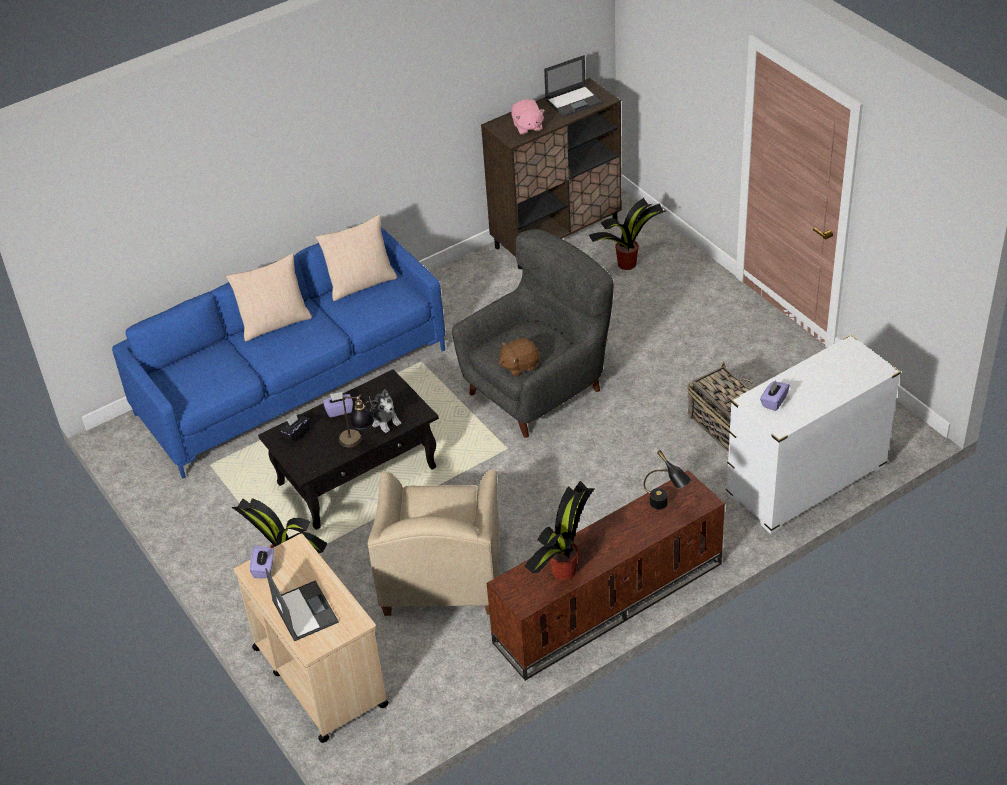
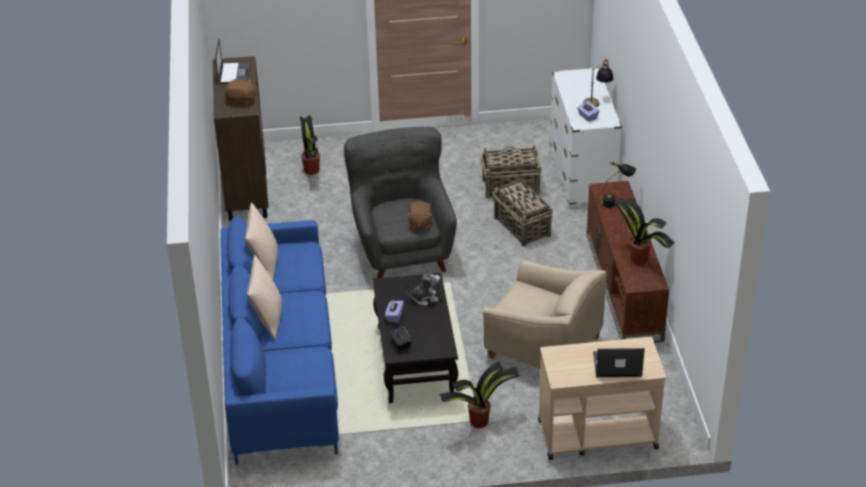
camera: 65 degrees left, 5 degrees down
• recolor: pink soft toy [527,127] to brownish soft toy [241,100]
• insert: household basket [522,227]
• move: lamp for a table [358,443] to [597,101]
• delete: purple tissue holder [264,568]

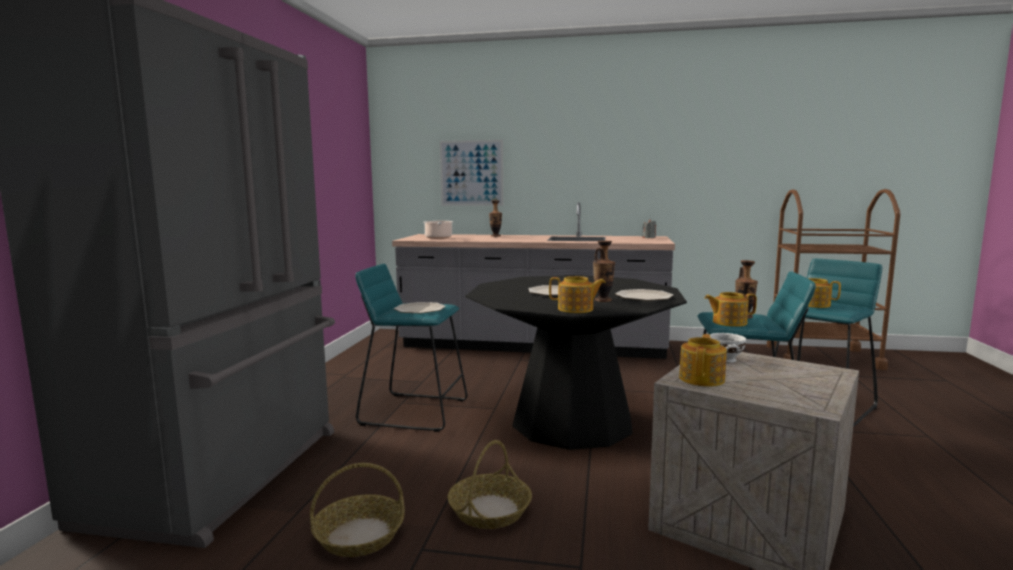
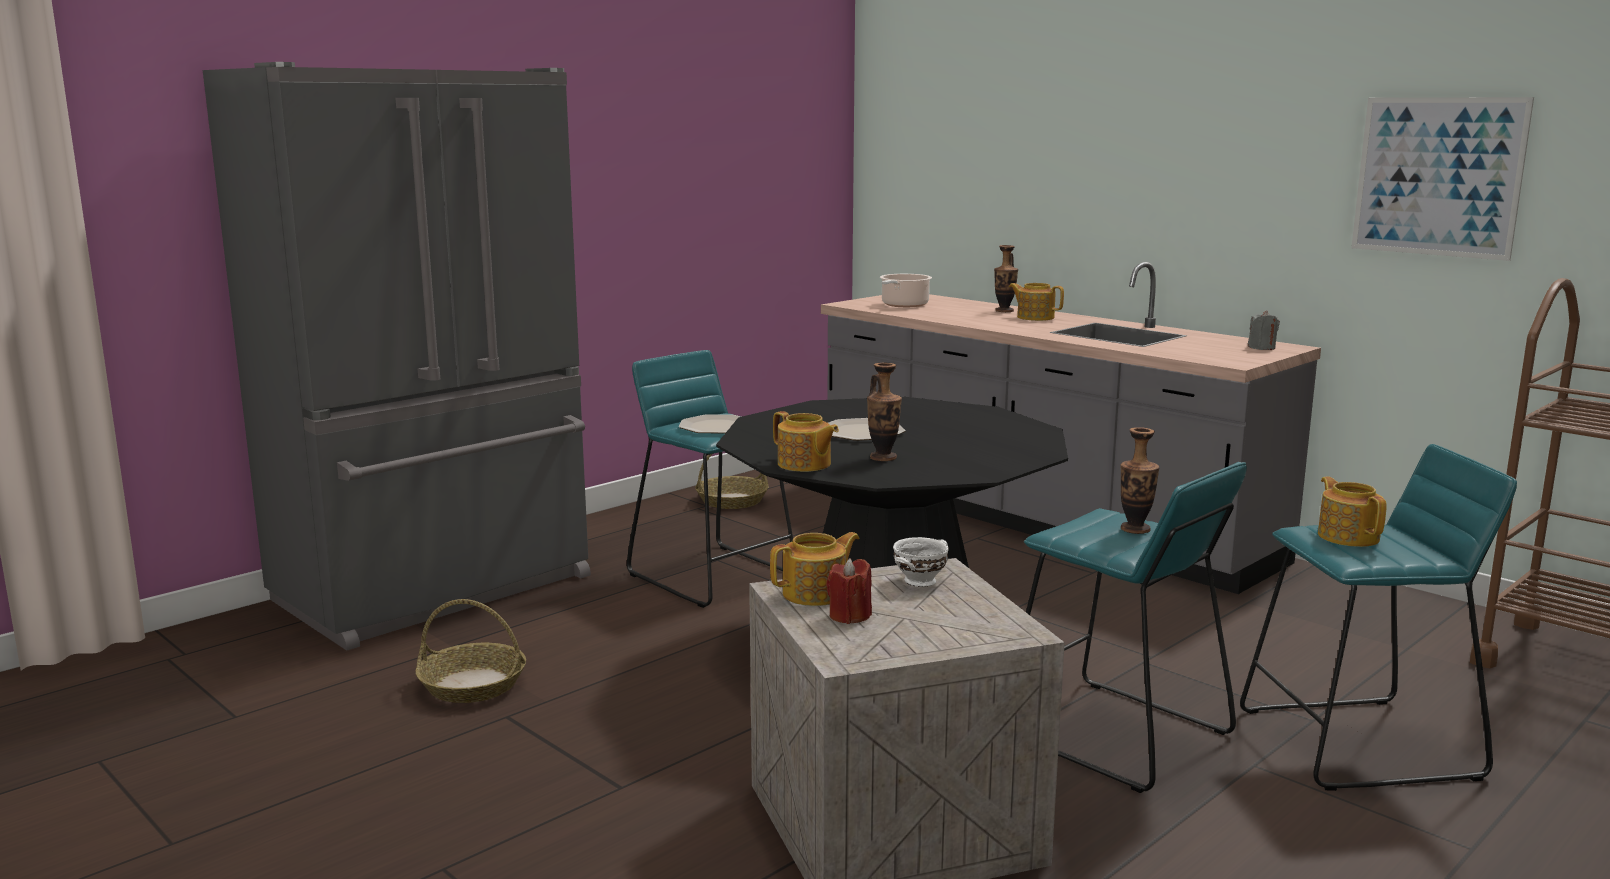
camera: 35 degrees right, 5 degrees up
• move: household basket [490,510] to [732,501]
• insert: red-coloured candle [849,616]
• move: teapot [728,322] to [1035,317]
• move: wall art [471,173] to [1438,176]
• delete: plate [644,296]

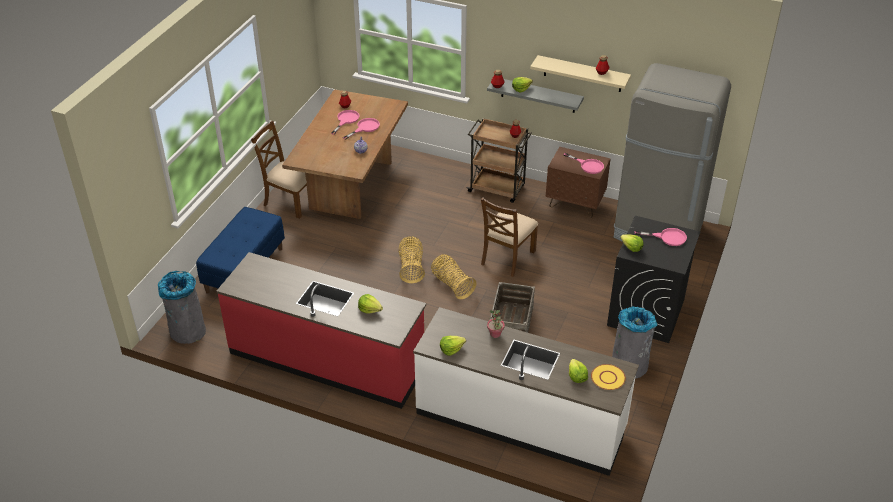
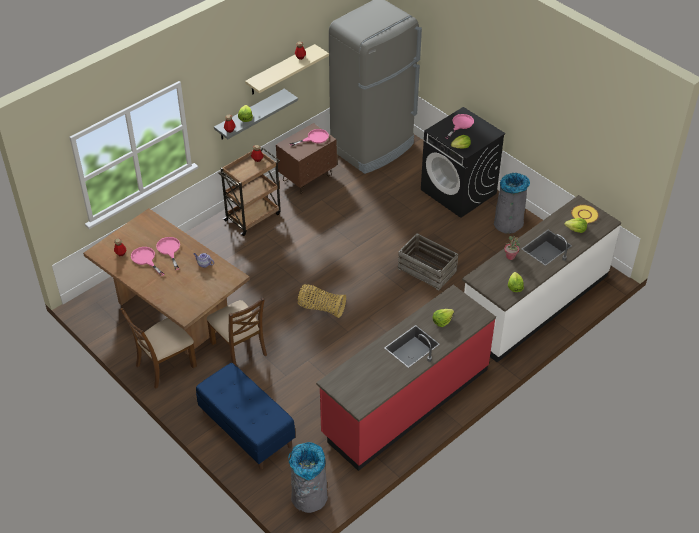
camera: 65 degrees left, 5 degrees up
• move: brownish upright chair [507,257] to [239,348]
• delete: household basket [452,284]

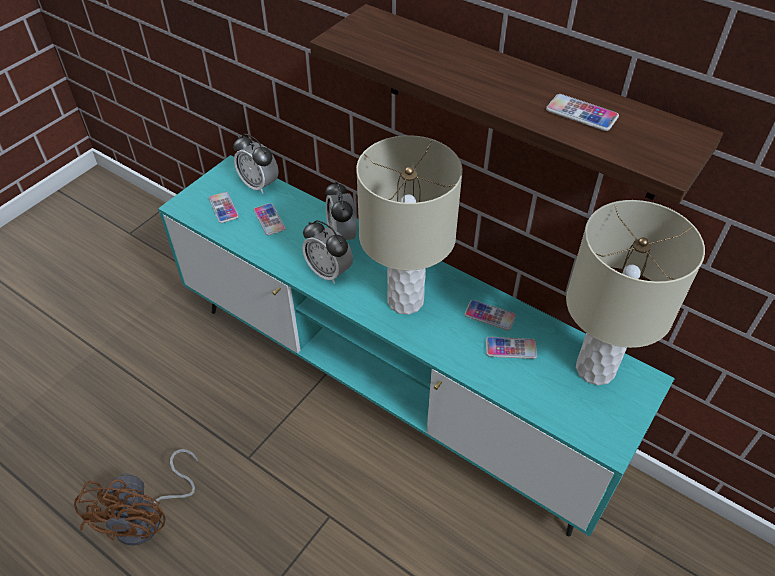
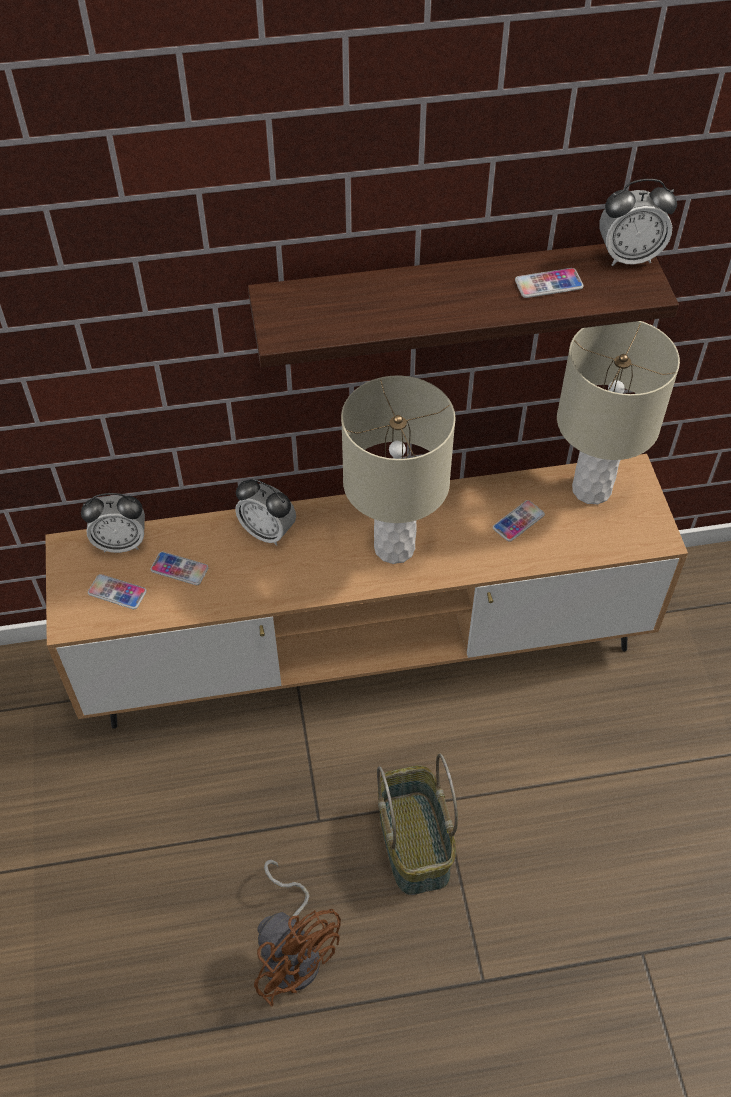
camera: 45 degrees left, 5 degrees up
• recolor: turquoise-coloured media console [388,385] to brownish media console [365,652]
• insert: household basket [416,843]
• move: table clock [329,272] to [628,257]
• delete: phone [490,316]

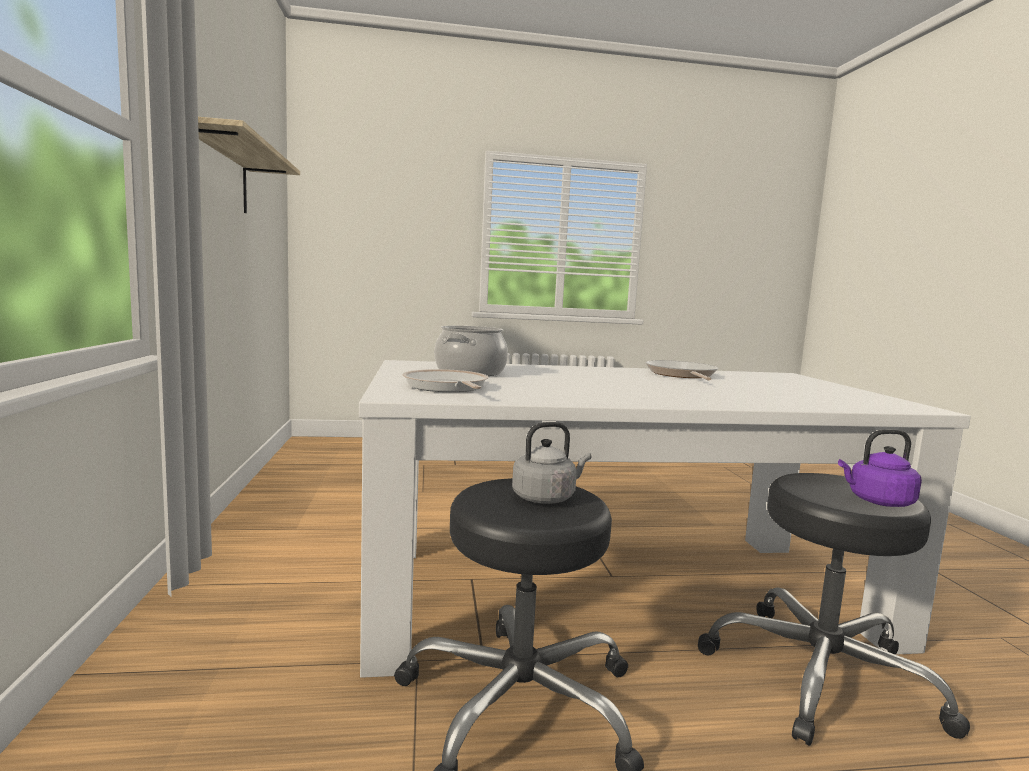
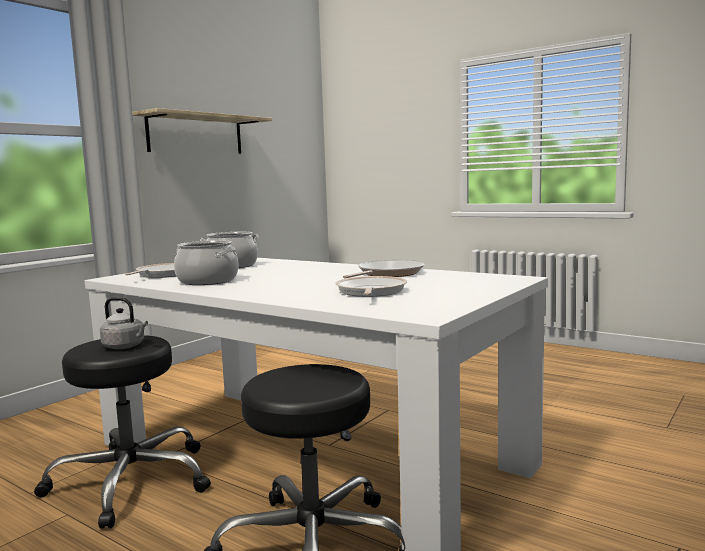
camera: 45 degrees right, 0 degrees up
• insert: saucepot [207,281]
• insert: skillet [370,292]
• delete: purple water kettle [877,501]

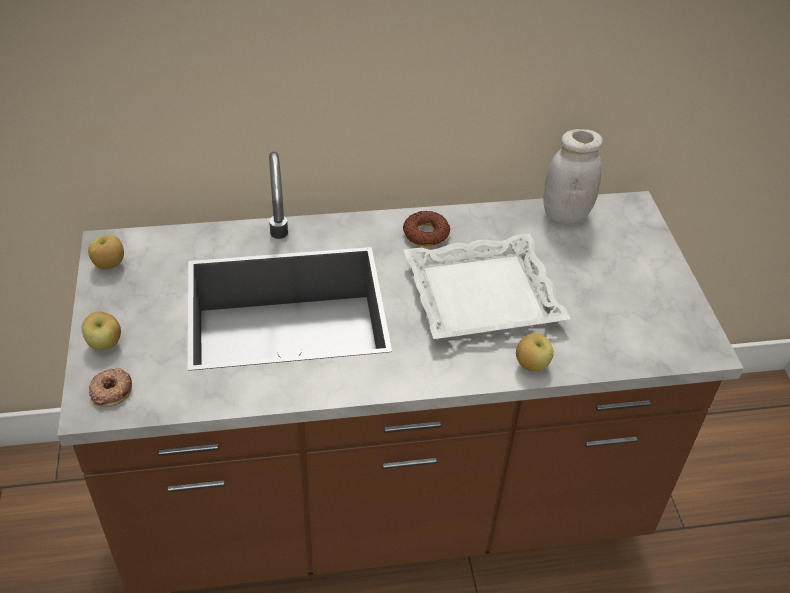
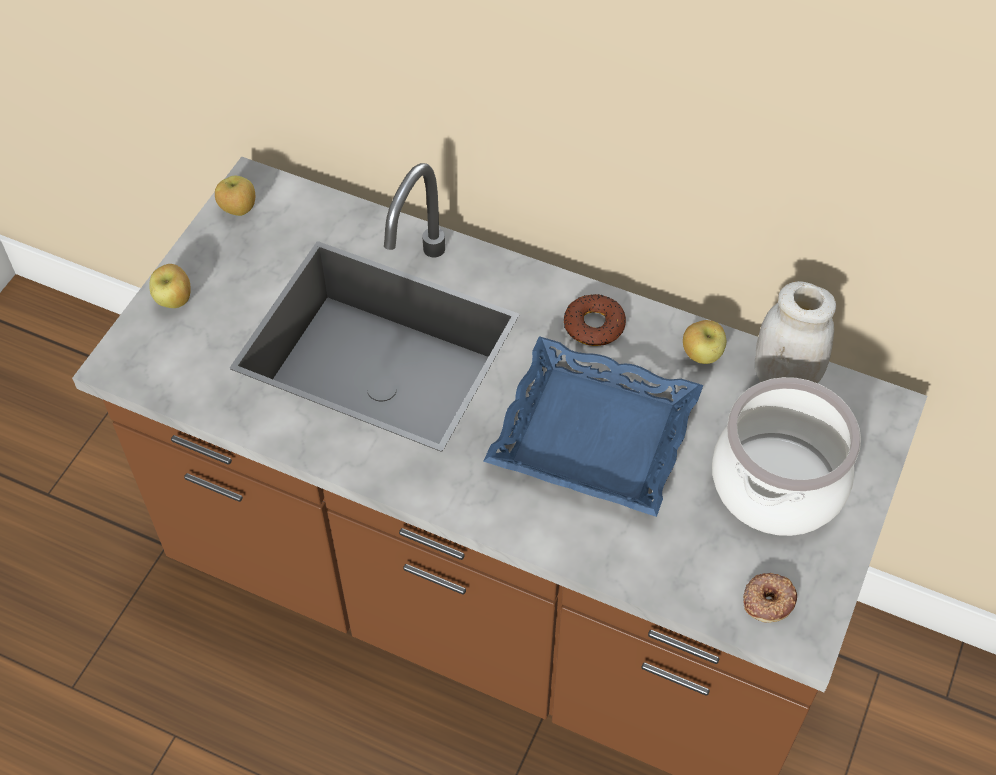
camera: 35 degrees right, 10 degrees up
• recolor: white tray [482,295] to bluish tray [595,434]
• move: apple fruit [531,365] to [702,355]
• insert: saucepot [776,482]
• move: doughnut [111,390] to [768,600]

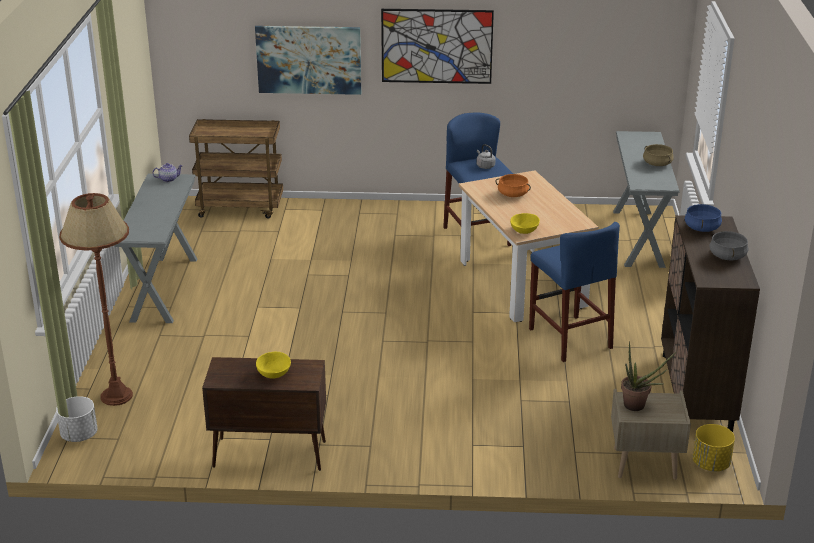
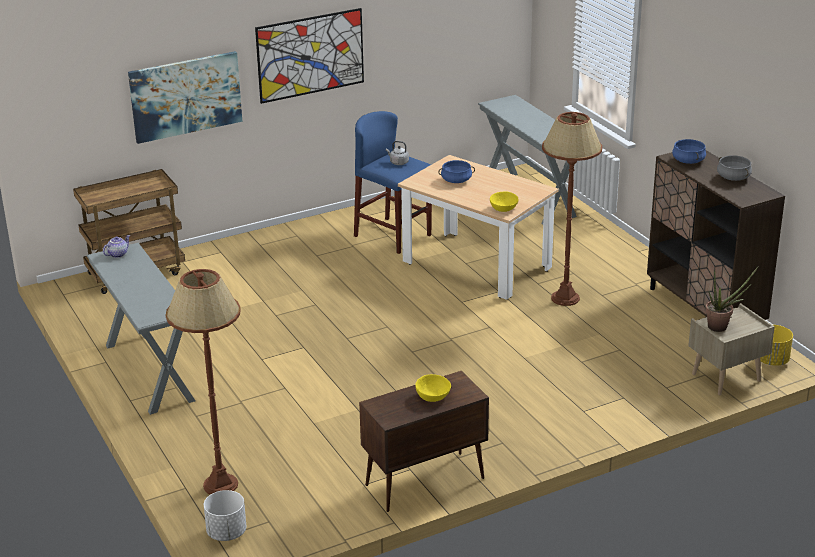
camera: 30 degrees left, 0 degrees up
• recolor: orange-coloured saucepot [512,194] to bluish saucepot [456,180]
• replace: bluish stool [570,338] to brownish standing lamp [565,298]
• delete: sand-coloured saucepot [657,164]

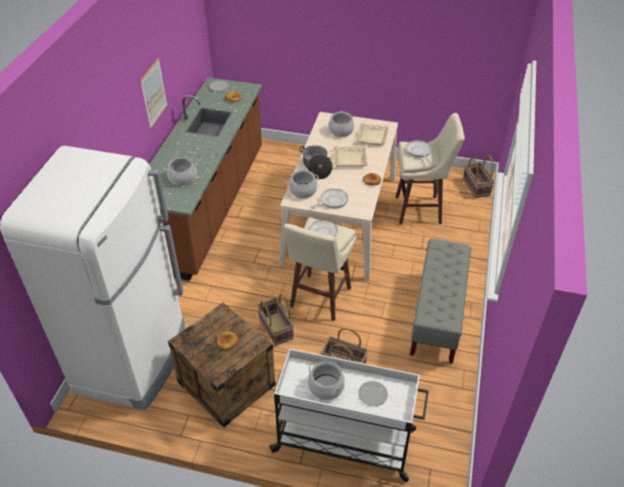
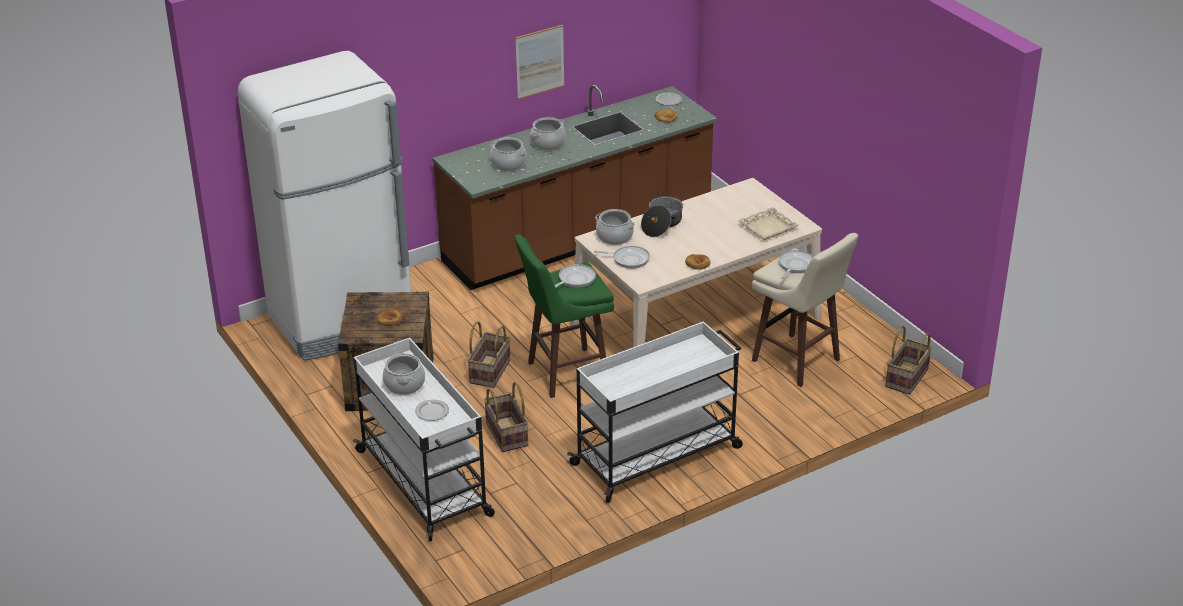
camera: 45 degrees right, 10 degrees down
• recolor: sand-coloured stool [319,298] to greenish stool [565,373]
• move: saucepot [341,131] to [548,143]
• replace: gray long seat [437,316] to white cart [658,455]
• delete: sand-coloured tray [350,159]

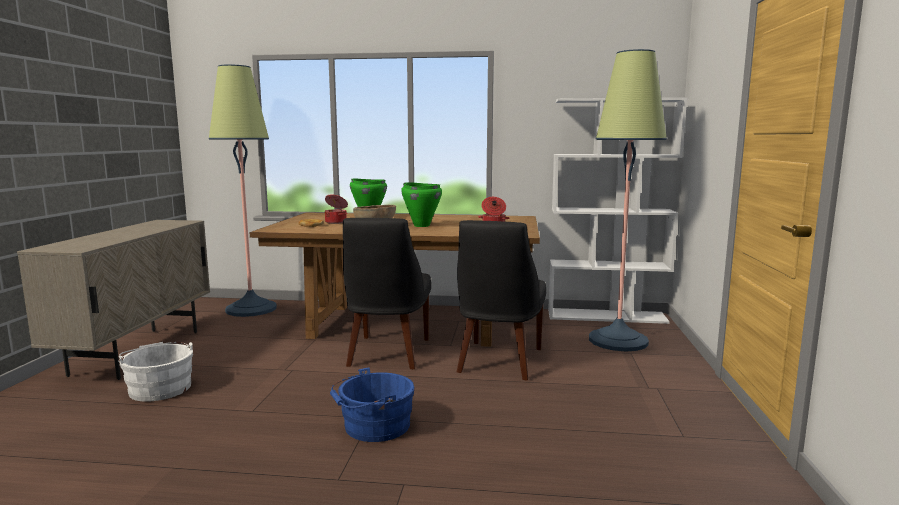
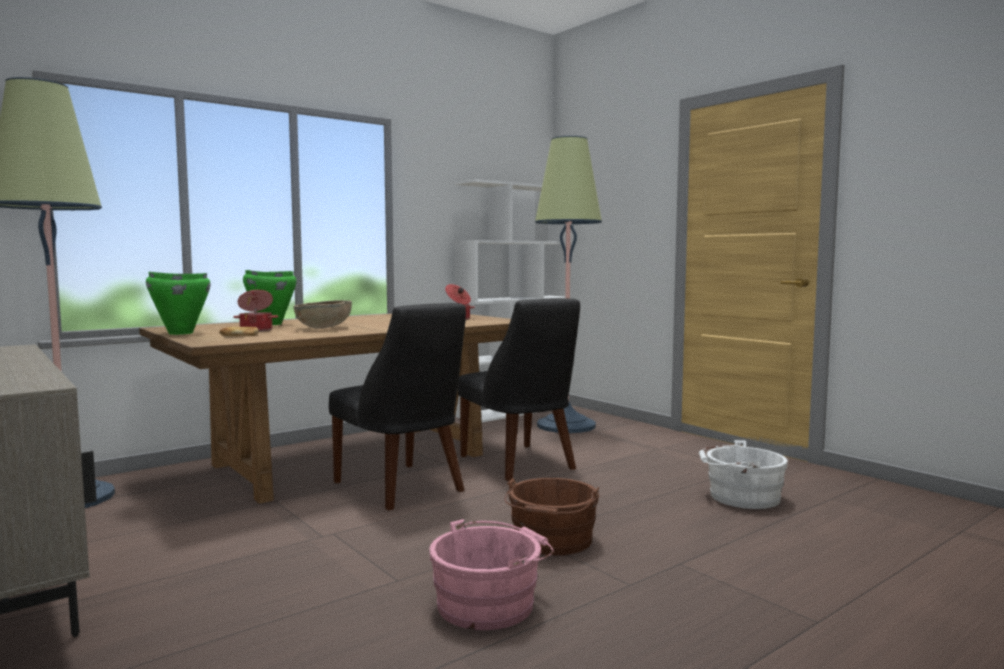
camera: 45 degrees left, 5 degrees down
• move: greenish saucepot [421,225] to [180,333]
• insert: pink pail [490,603]
• recolor: bluish pail [373,426] to brownish pail [551,541]
• move: white pail [159,387] to [740,497]

